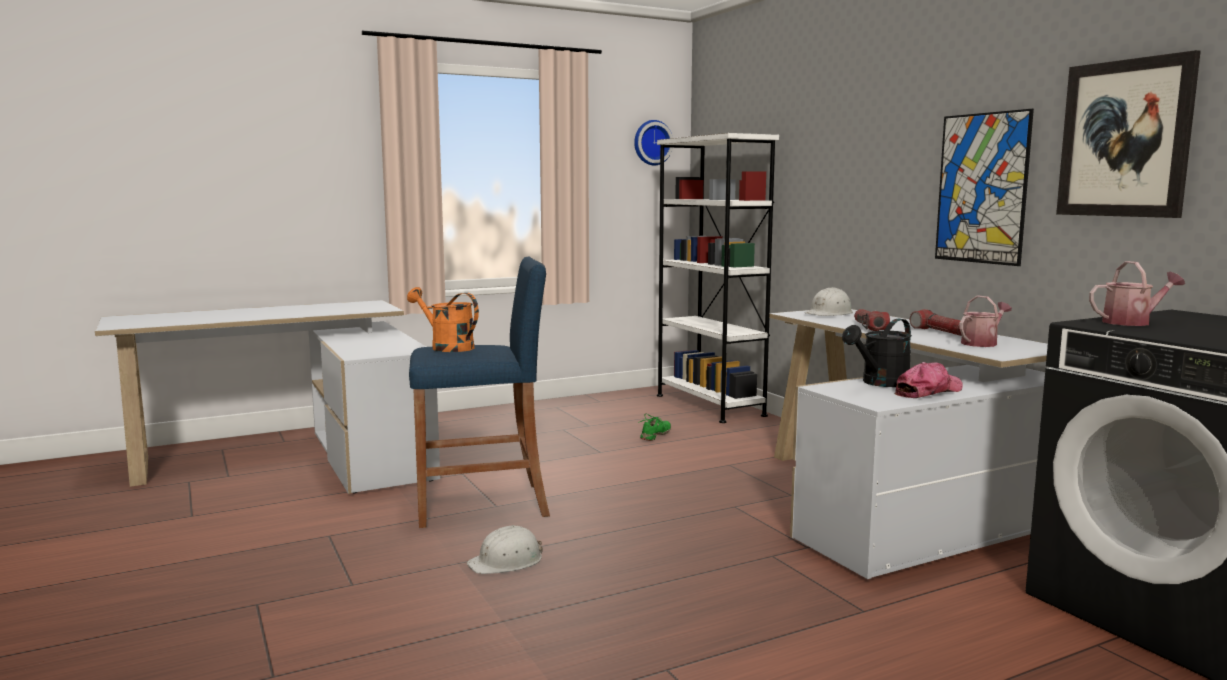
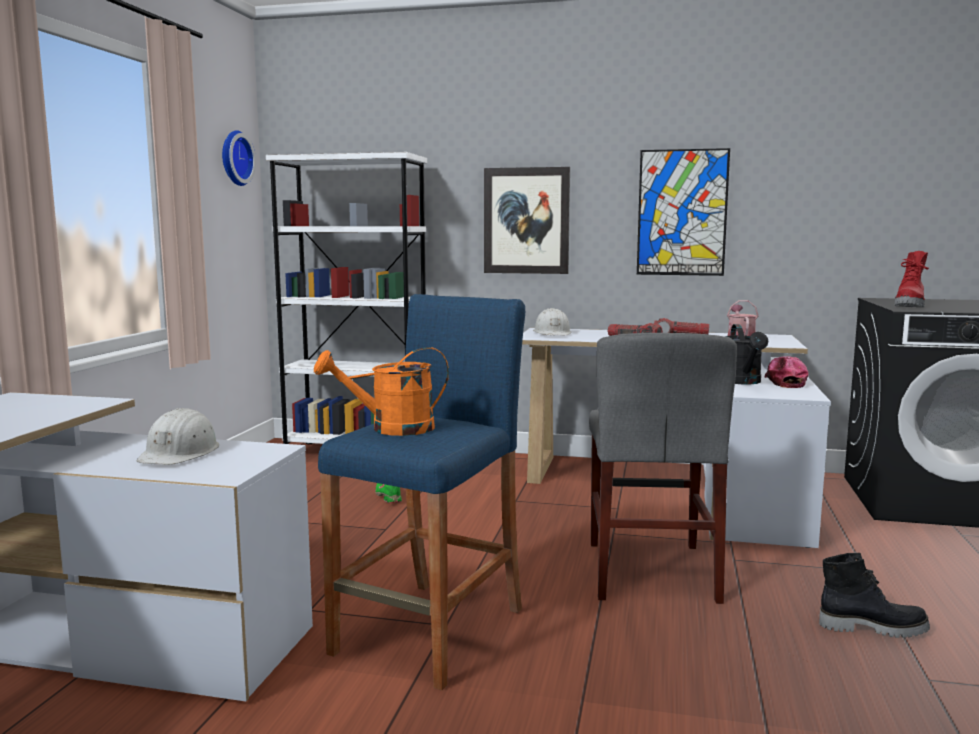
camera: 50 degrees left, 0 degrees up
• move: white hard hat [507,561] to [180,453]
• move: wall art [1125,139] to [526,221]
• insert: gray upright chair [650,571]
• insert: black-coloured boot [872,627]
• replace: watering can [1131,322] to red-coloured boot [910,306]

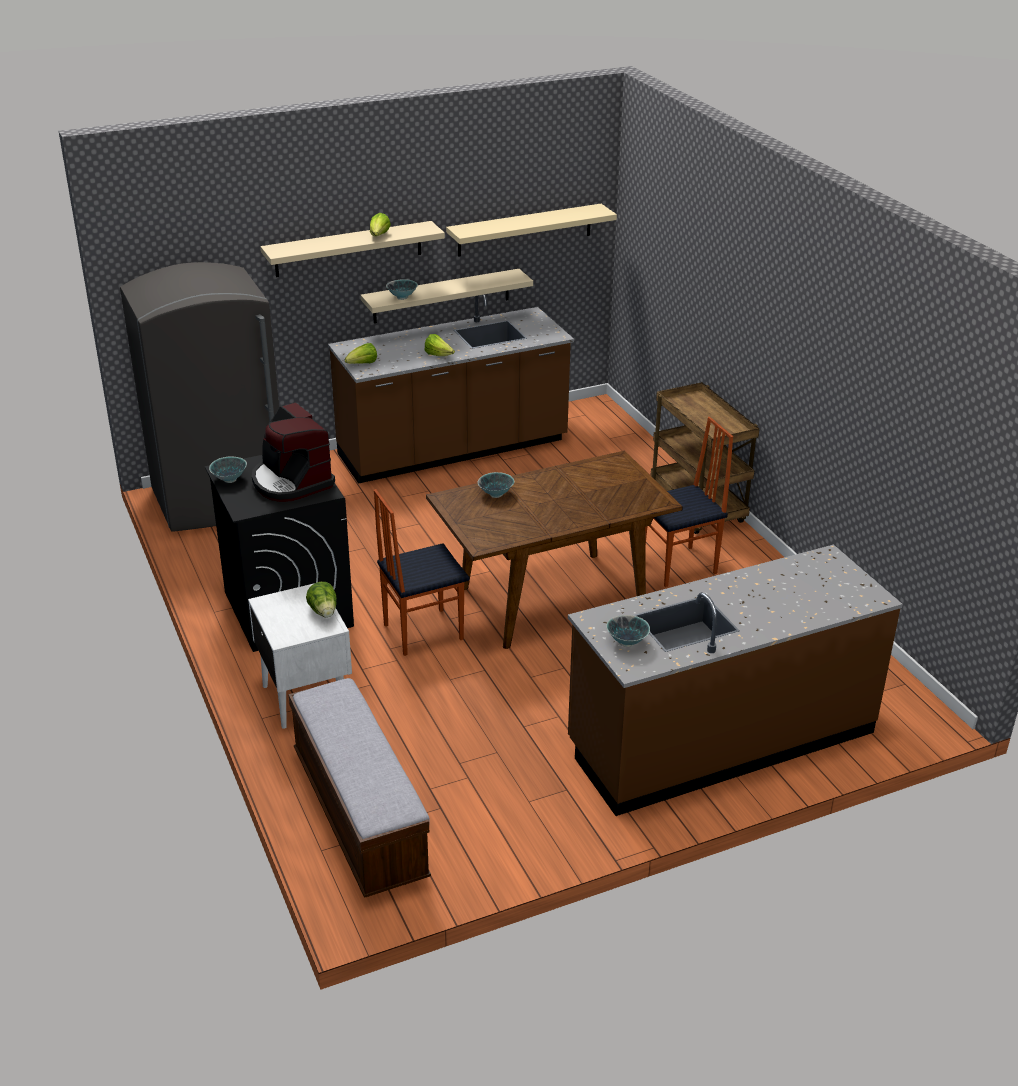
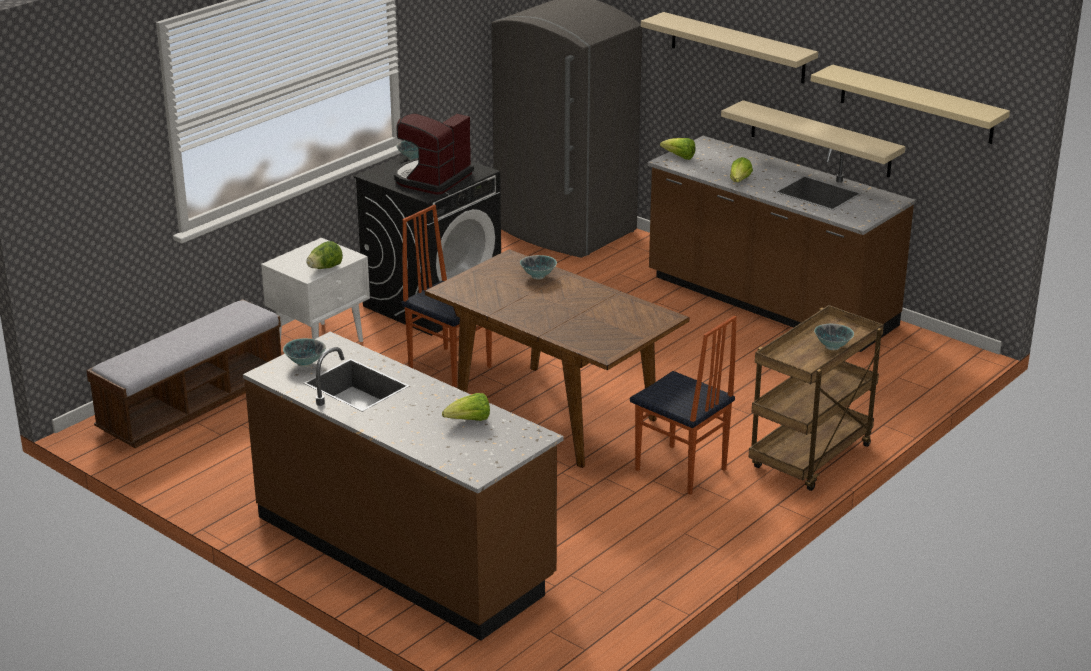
camera: 65 degrees right, 5 degrees down
• move: head of lettuce [379,236] to [469,421]
• move: deep dish [402,297] to [832,347]

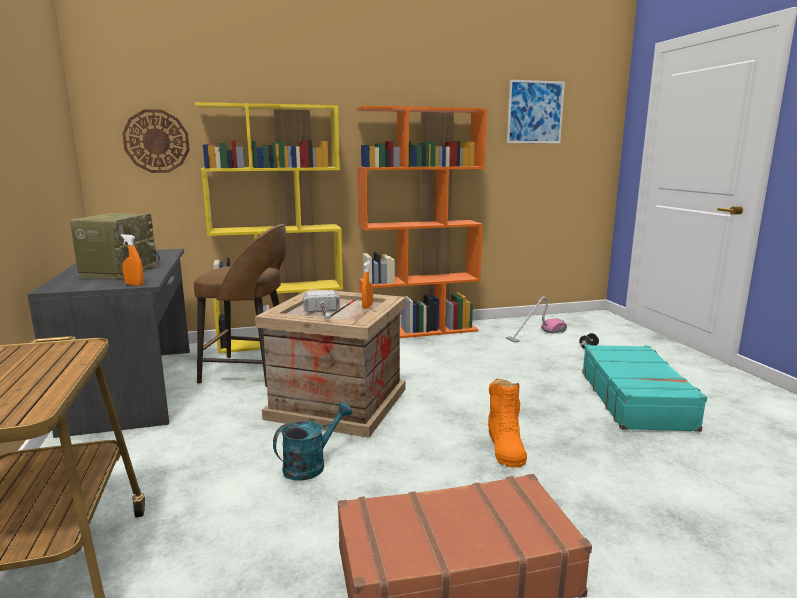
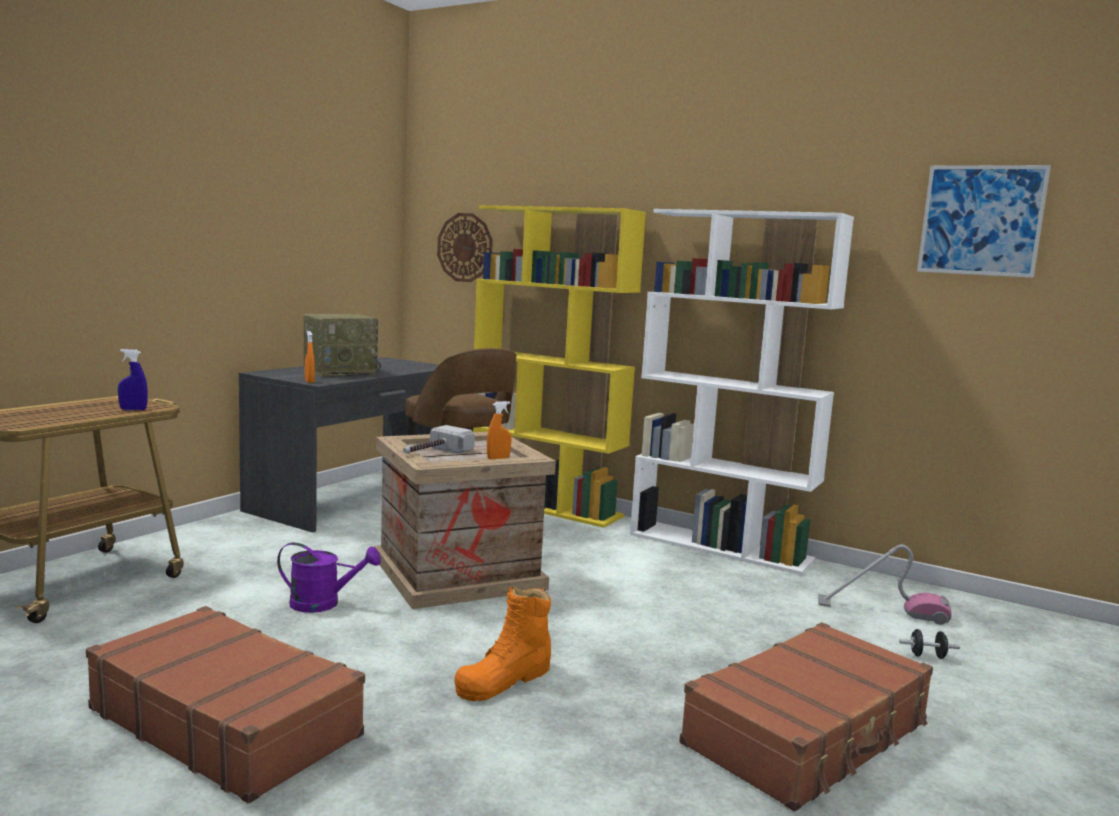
camera: 45 degrees right, 5 degrees down
• insert: bluish sprayer [133,409]
• recolor: turquoise-coloured watering can [311,465] to purple watering can [323,604]
• recolor: orange-coloured bookcase [419,330] to white bookcase [721,547]
• recolor: turquoise-coloured travel case [635,399] to brownish travel case [809,734]

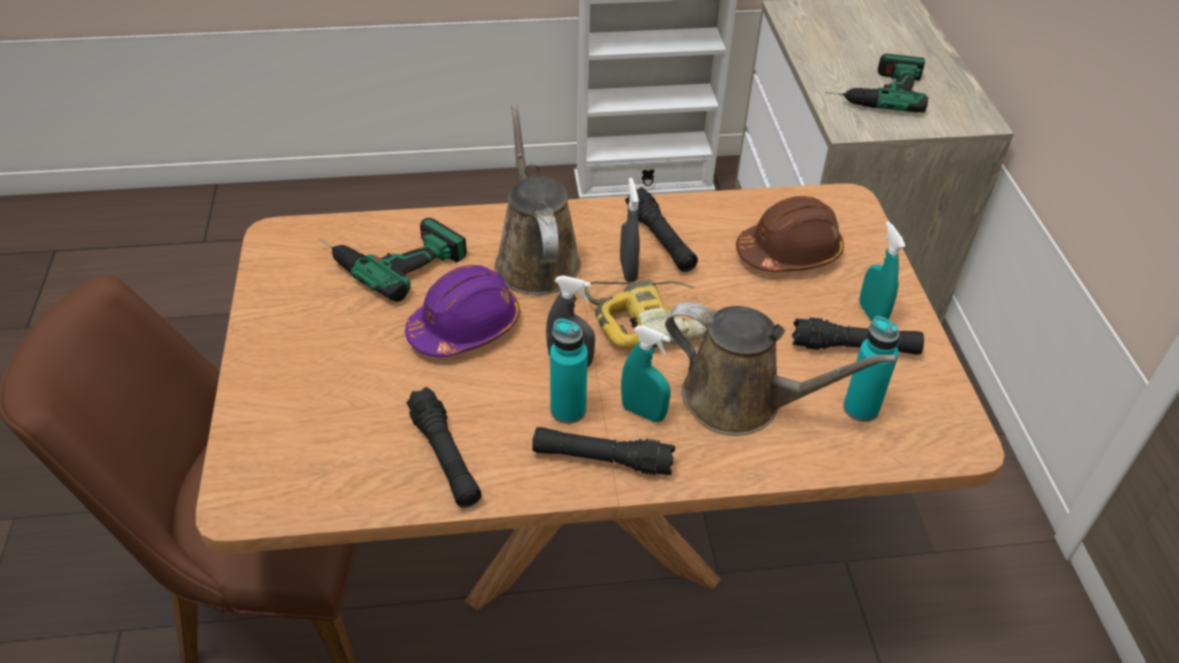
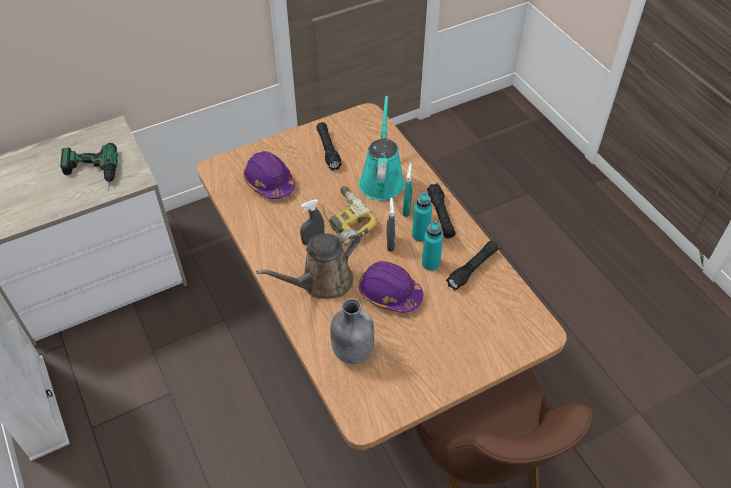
camera: 110 degrees left, 5 degrees up
• recolor: brownish hard hat [789,252] to purple hard hat [269,182]
• replace: drill [390,255] to gray drink bottle [351,352]
• recolor: brownish watering can [741,401] to turquoise-coloured watering can [381,179]
• move: turquoise-coloured drink bottle [860,408] to [430,263]
• delete: black-coloured hand torch [660,239]
• delete: turquoise-coloured sprayer [871,314]

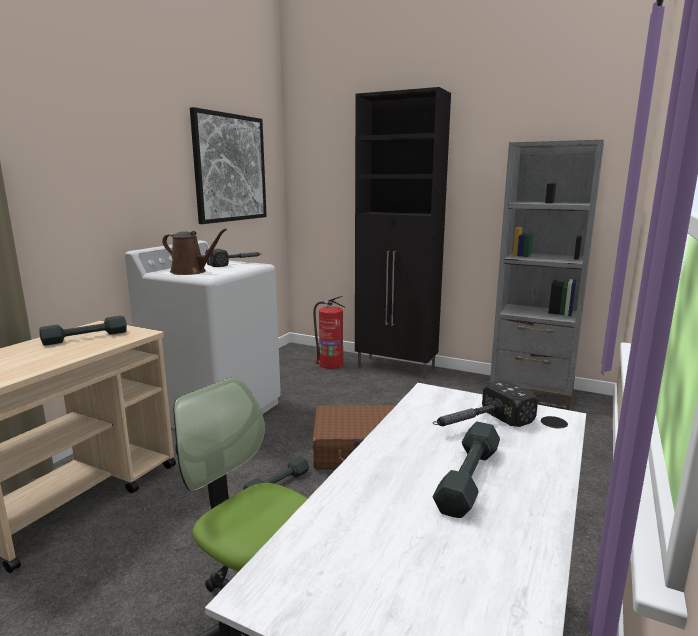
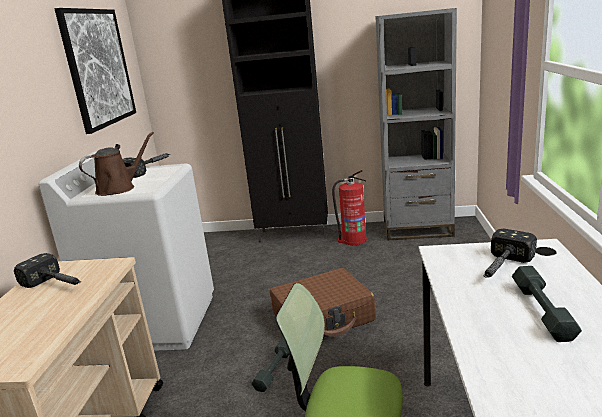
camera: 20 degrees left, 5 degrees up
• replace: gray free weight [85,337] to hammer [57,284]
• rotate: brownish watering can [191,272] = [119,188] 45 degrees counterclockwise
• move: extinguisher [330,364] to [353,240]

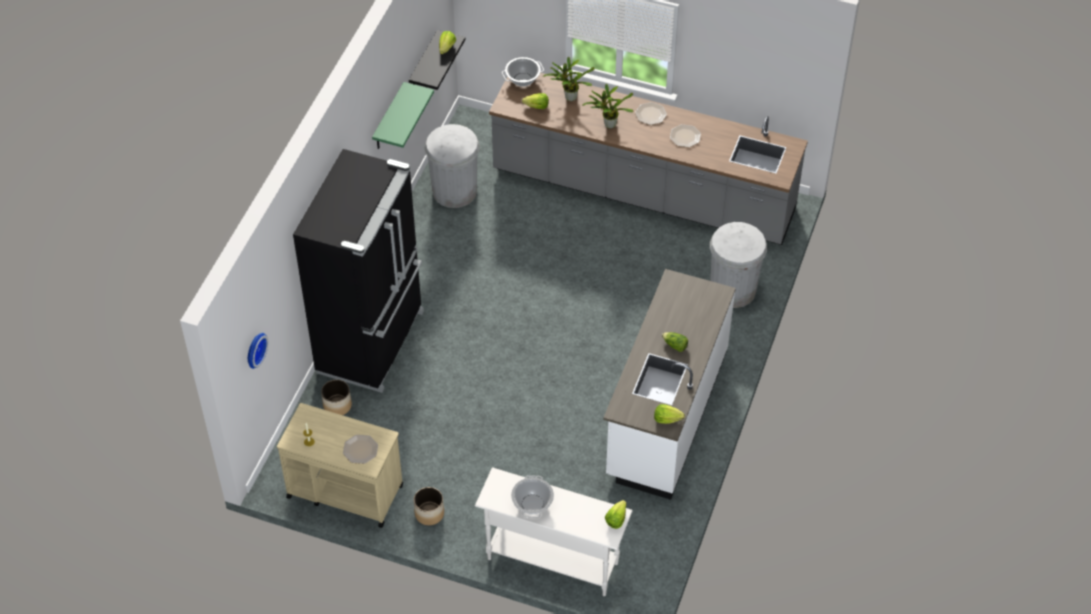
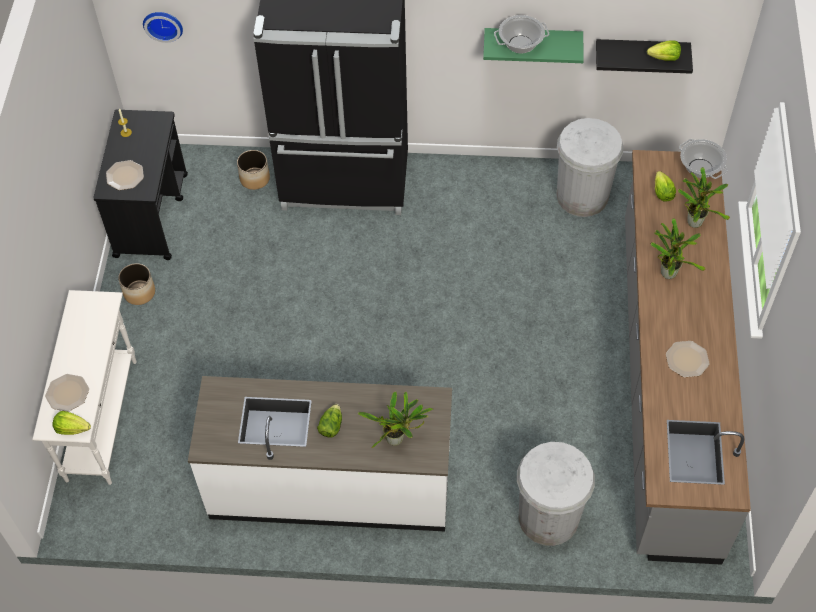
camera: 75 degrees right, 5 degrees up
• move: plate [651,114] to [67,393]
• recolor: sand-coloured cart [344,491] to black-coloured cart [151,214]
• insert: plant in a pot [397,439]
• move: saucepot [532,504] to [520,44]
• delete: head of lettuce [667,419]

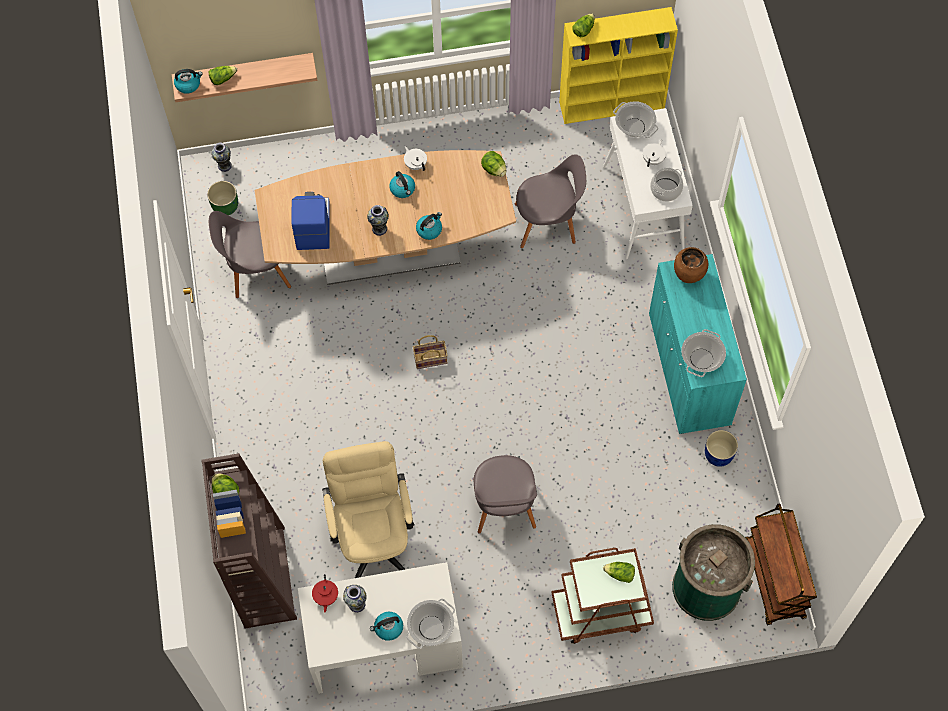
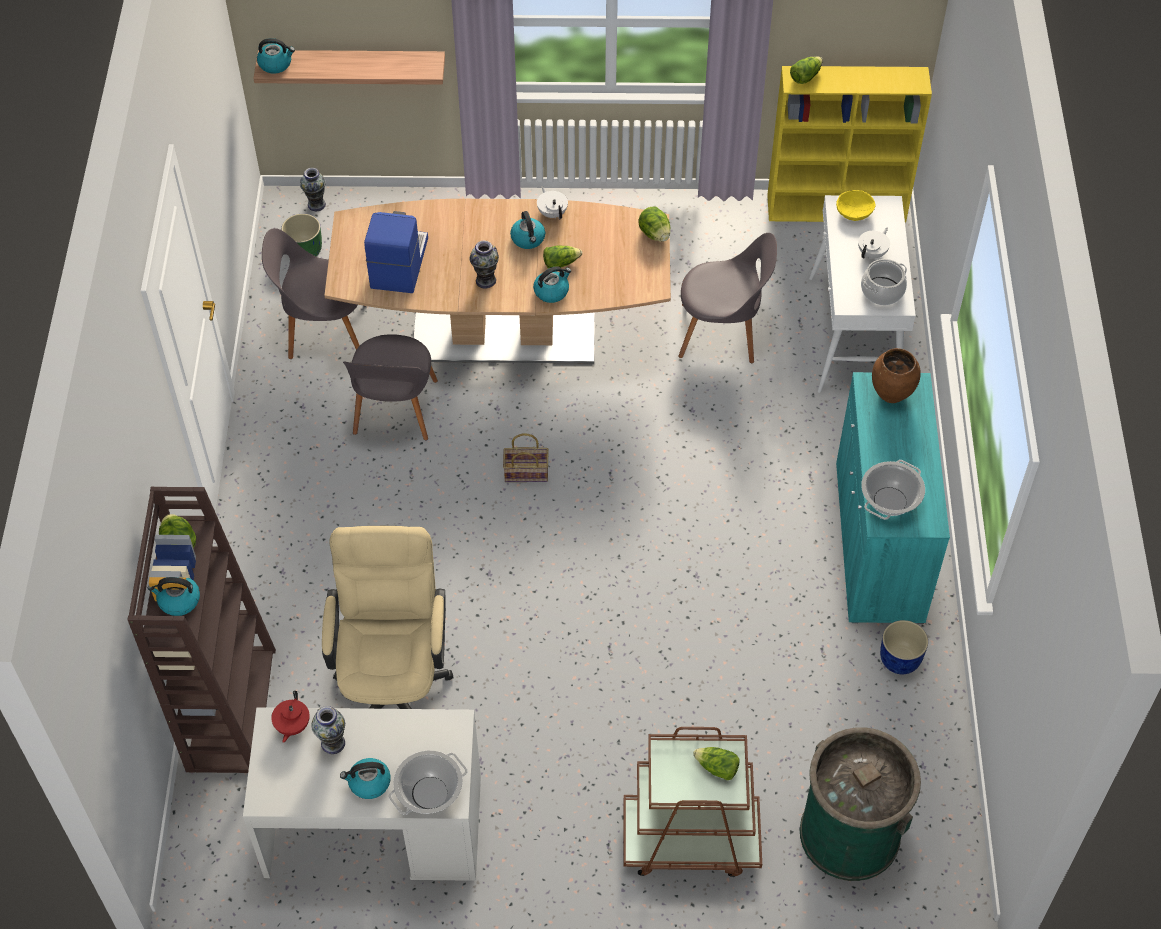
camera: 10 degrees right, 10 degrees down
• insert: water kettle [178,601]
• move: gray upright chair [504,506] to [395,411]
• move: head of lettuce [222,78] to [560,263]
• replace: saucepot [634,127] to yellow-coloured deep dish [854,212]
• delete: brownish cart [774,579]

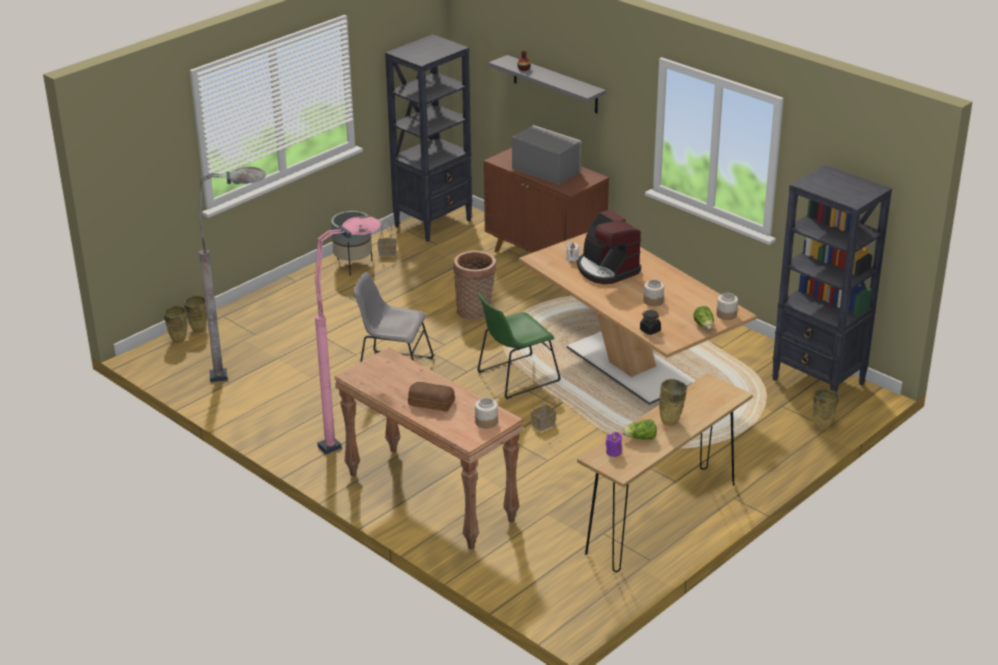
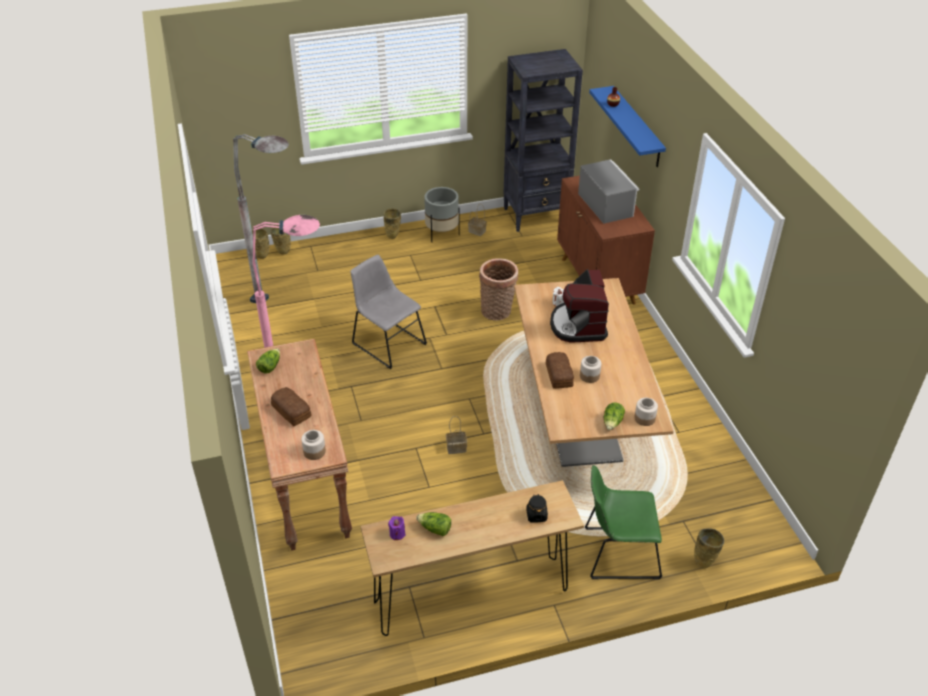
camera: 30 degrees right, 10 degrees up
• insert: head of lettuce [270,366]
• move: sand-coloured vase [671,422] to [393,237]
• move: black-coloured storage jar [650,330] to [536,515]
• insert: bakery bread [559,375]
• move: greenish upright chair [515,377] to [617,553]
• recolor: gray bracket shelf [555,84] to bluish bracket shelf [637,127]
• delete: black-coloured bookcase [818,382]

